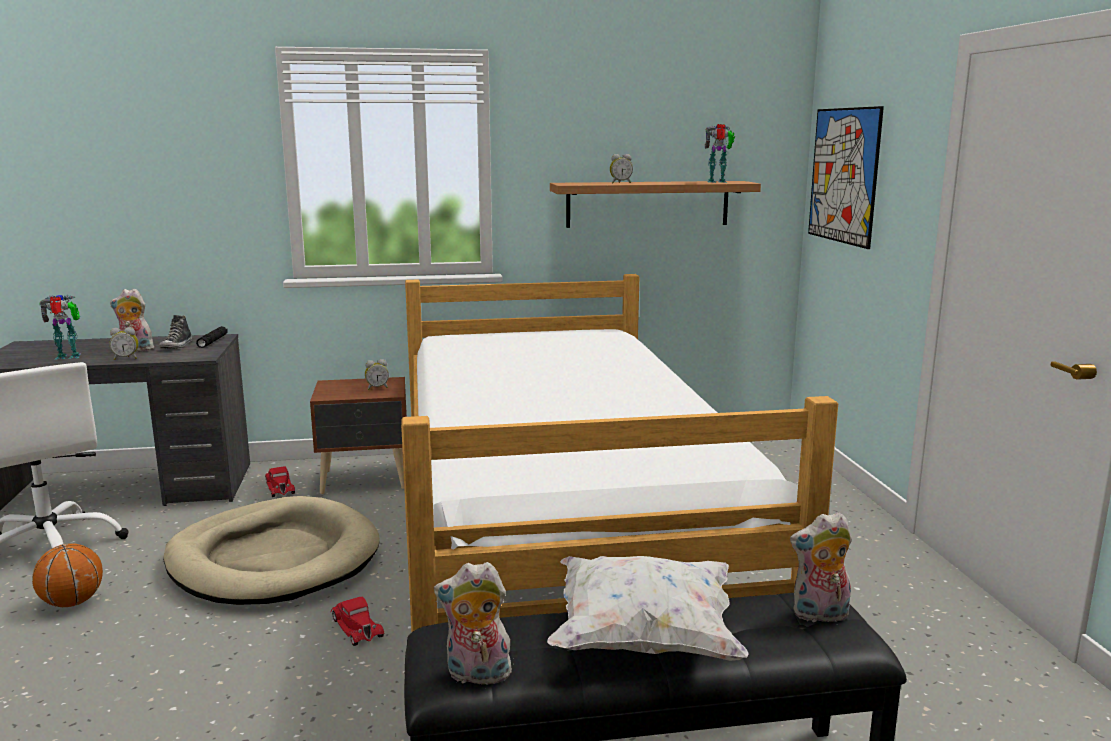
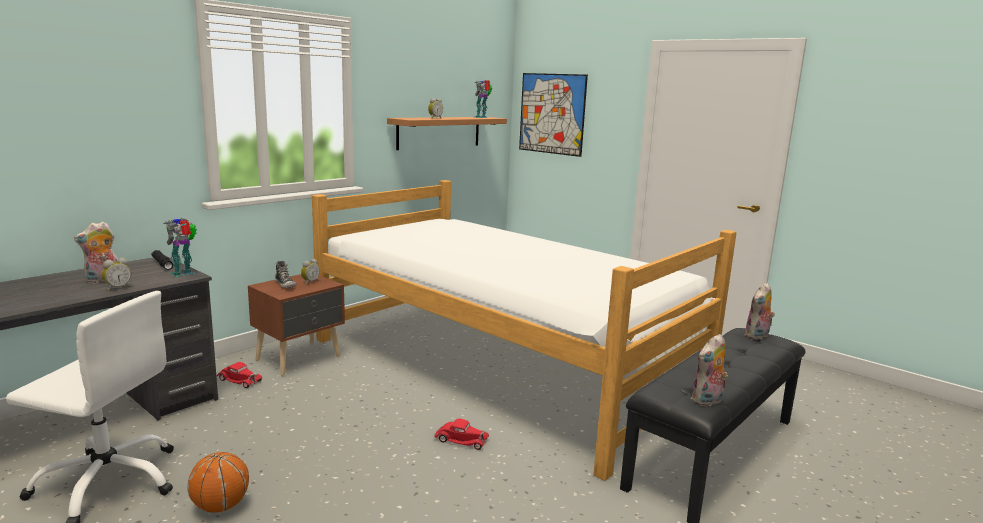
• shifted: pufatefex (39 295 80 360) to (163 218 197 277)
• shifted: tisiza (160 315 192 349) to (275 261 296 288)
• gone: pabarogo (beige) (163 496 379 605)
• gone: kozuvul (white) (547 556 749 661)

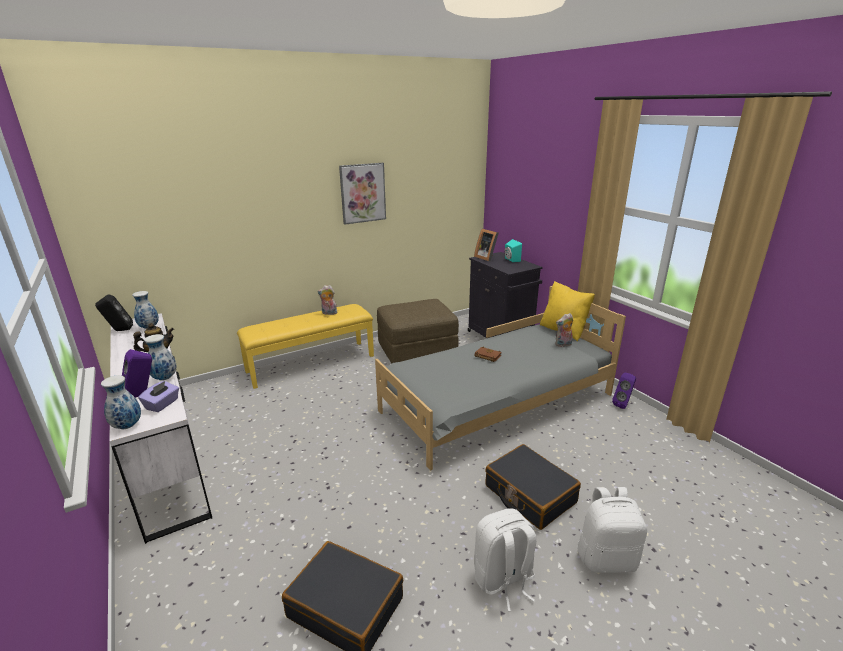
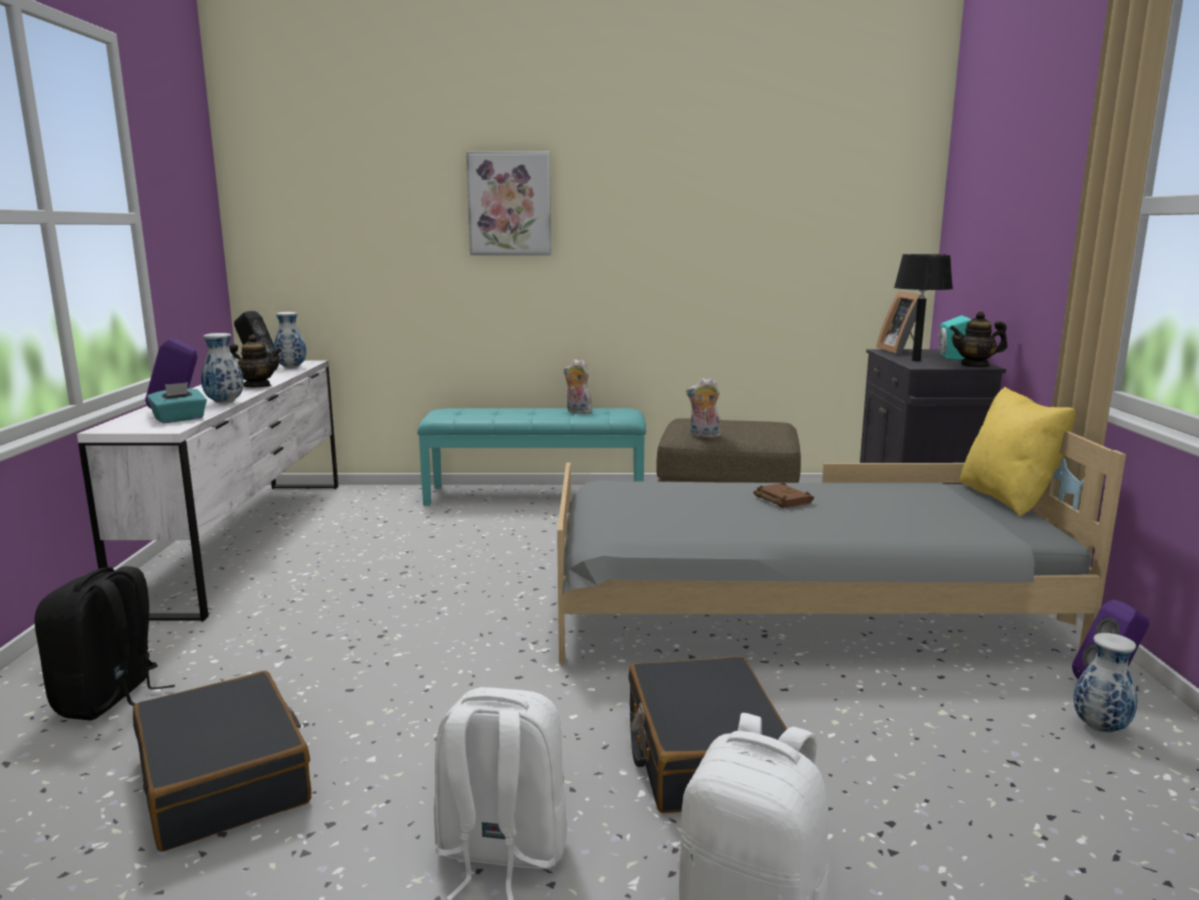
• shifted: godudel (101 375 141 429) to (1073 633 1137 733)
• repainted: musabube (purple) (138 381 179 412) to musabube (turquoise) (147 382 207 423)
• repainted: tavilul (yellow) (237 304 374 389) to tavilul (turquoise) (417 408 646 506)
• shifted: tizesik (339 163 386 225) to (466 151 551 255)
• shifted: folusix (555 313 573 347) to (686 378 721 438)
• new: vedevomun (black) (34 566 175 720)
• new: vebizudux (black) (894 254 953 361)
• new: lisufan (950 312 1007 368)

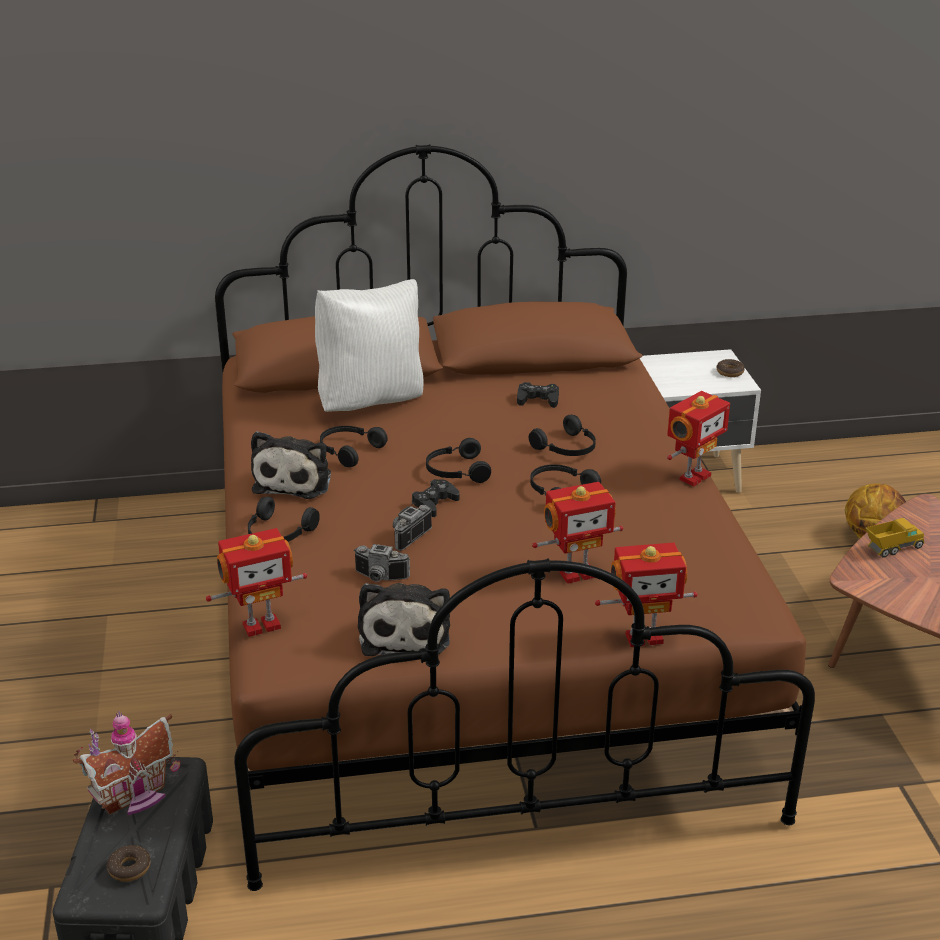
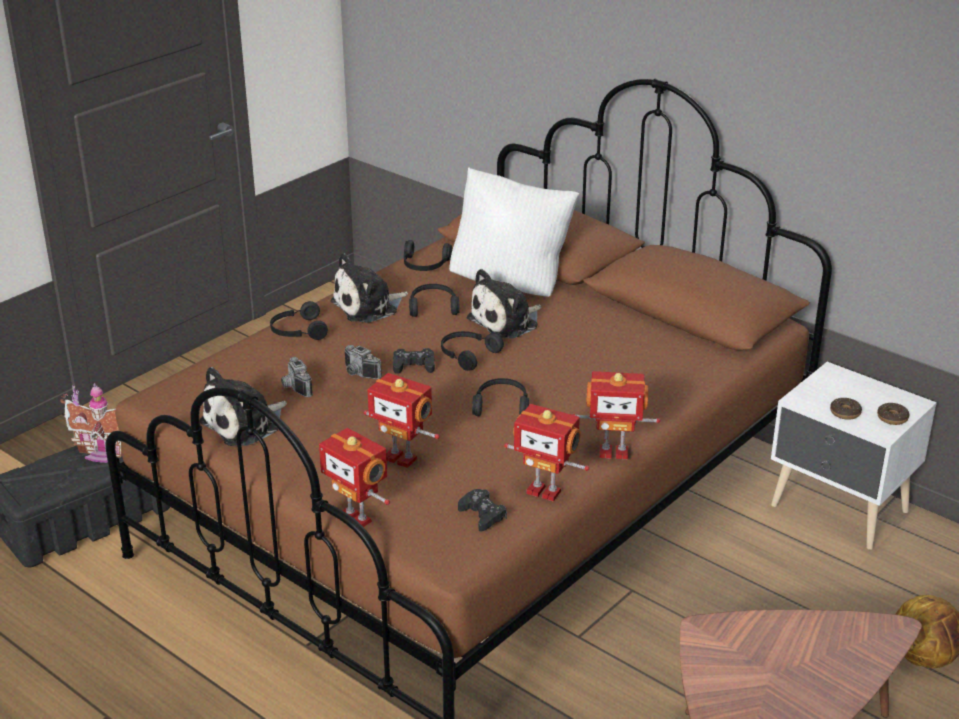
• shifted: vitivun (107 845 150 882) to (830 398 862 420)
• shifted: pufatefex (206 528 307 637) to (504 404 590 502)
• rotated: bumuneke (393 505 432 551) = (345 345 382 379) 135 degrees counterclockwise
• shifted: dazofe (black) (517 382 559 408) to (458 489 507 532)
• shifted: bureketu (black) (529 415 596 456) to (404 240 452 271)
• gone: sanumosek (866 518 924 558)
• new: folusix (467 269 542 339)

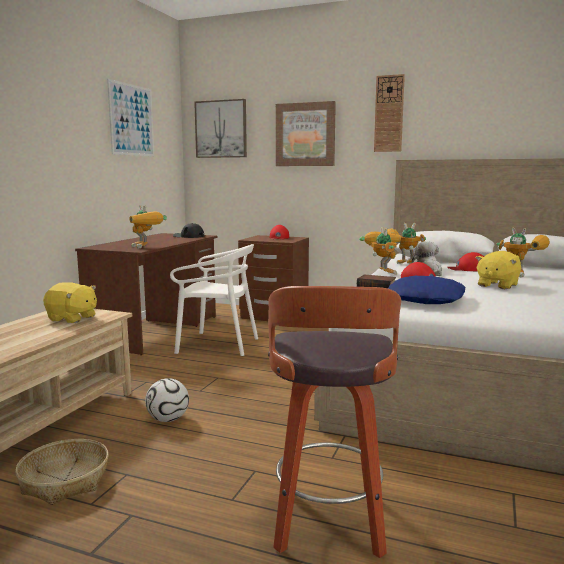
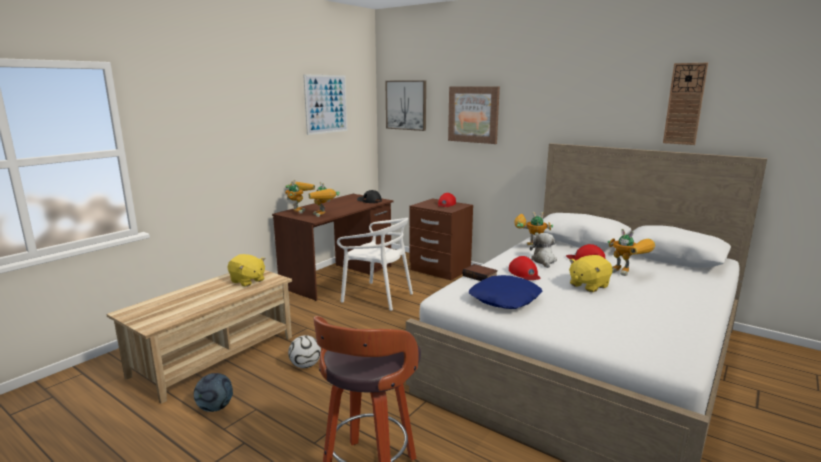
• swapped: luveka (15 439 109 505) to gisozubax (194 373 233 412)
• shifted: pufatefex (360 227 401 275) to (285 180 315 214)
• shifted: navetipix (374 74 405 152) to (663 63 708 145)

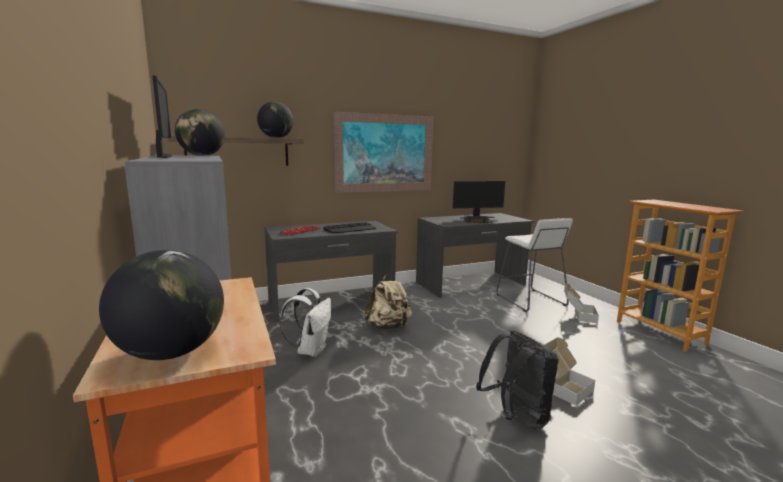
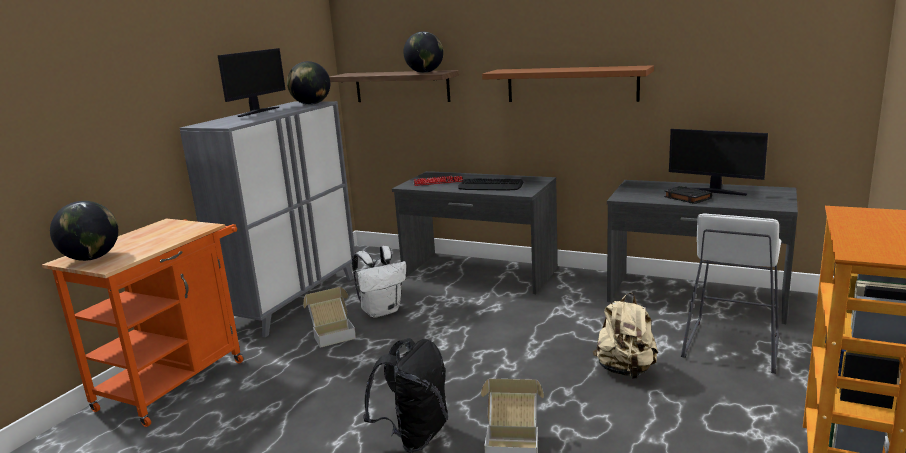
• swapped: tizesik (334 112 433 193) to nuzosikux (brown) (482 65 654 102)
• shifted: vedevomun (beige) (365 274 412 329) to (593 293 658 379)
• shifted: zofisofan (564 283 599 323) to (303 287 356 348)

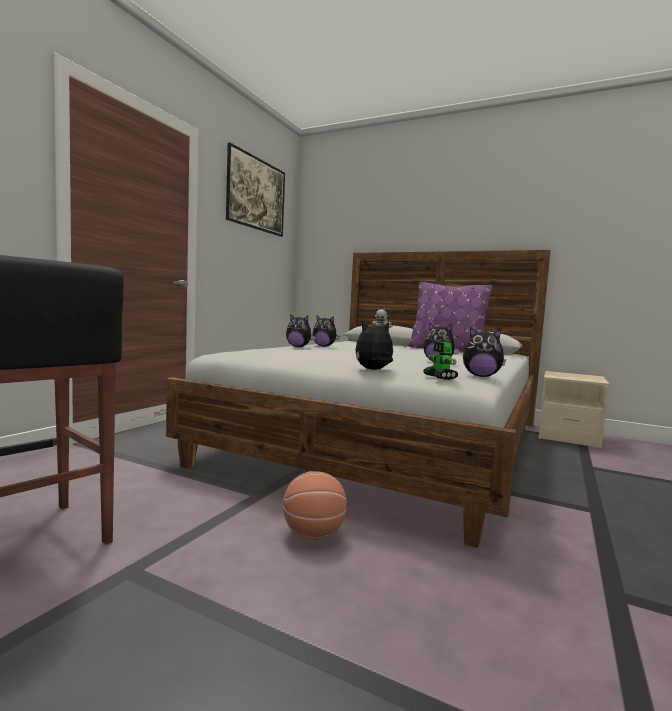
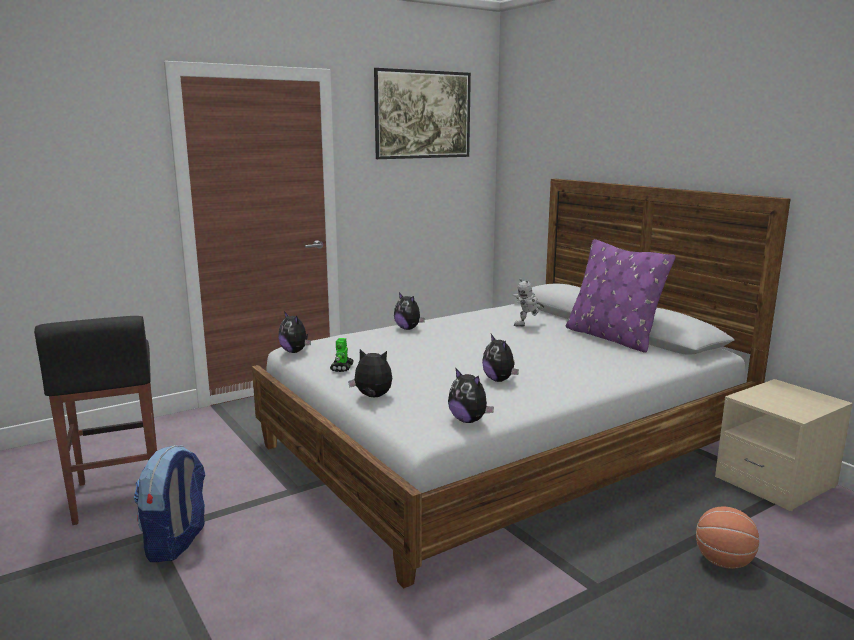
• shifted: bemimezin (283 471 347 539) to (696 506 759 569)
• shifted: folusix (313 316 340 347) to (278 311 311 353)
• shifted: pufatefex (423 342 458 380) to (330 338 353 372)
• new: vedevomun (133 445 205 562)

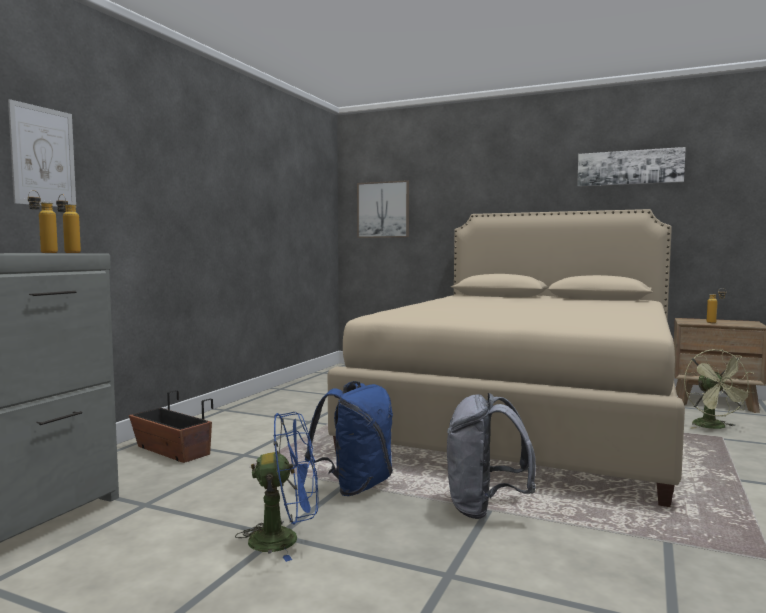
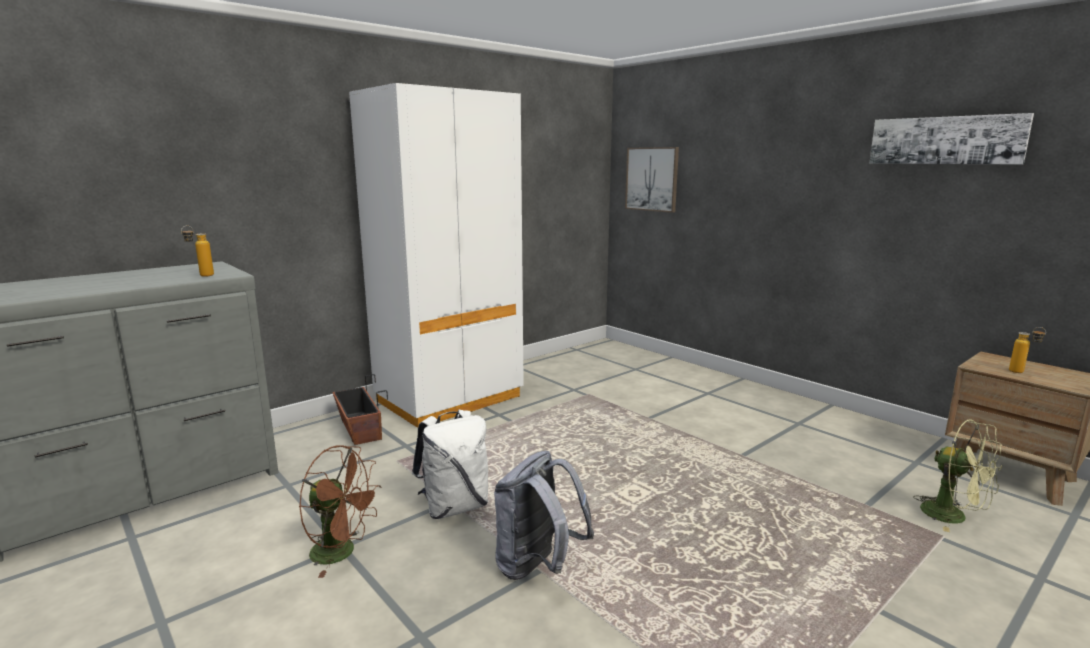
• gone: tizesik (8 99 76 207)
• gone: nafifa (56 194 81 253)
• repainted: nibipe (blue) (235 412 319 562) to nibipe (brown) (299 445 382 578)
• repainted: vedevomun (blue) (305 381 393 496) to vedevomun (white) (412 410 489 519)
• gone: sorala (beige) (328 209 685 507)
• rotated: nibipe (green) (684 349 755 429) = (913 420 1002 532) 60 degrees counterclockwise
• new: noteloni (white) (349 83 524 428)

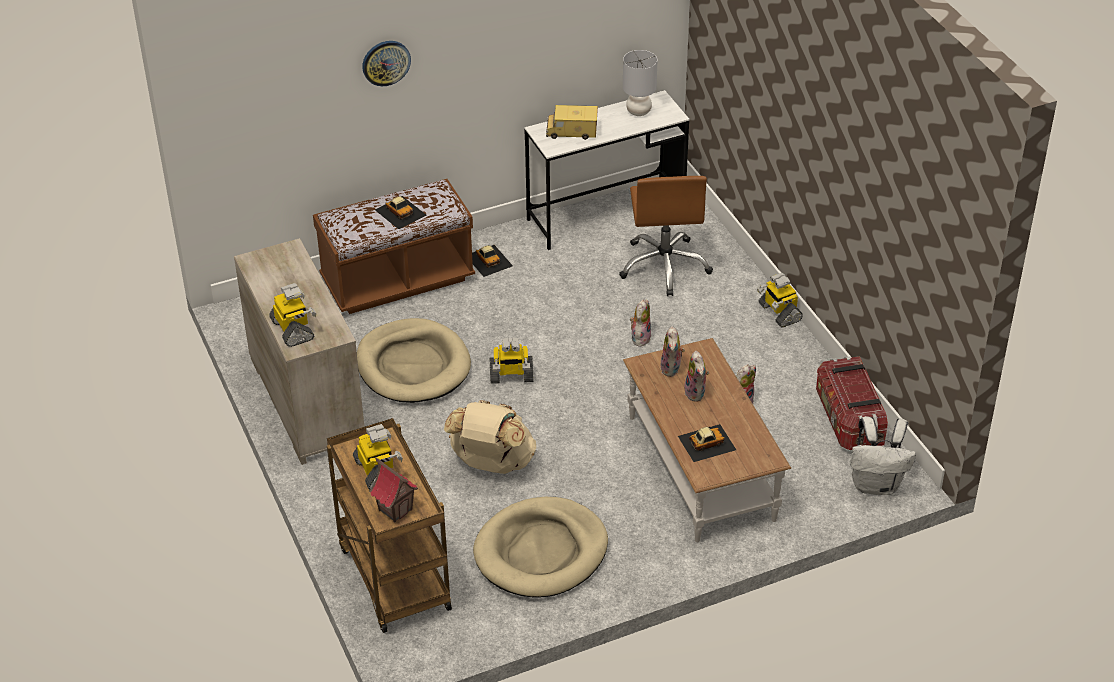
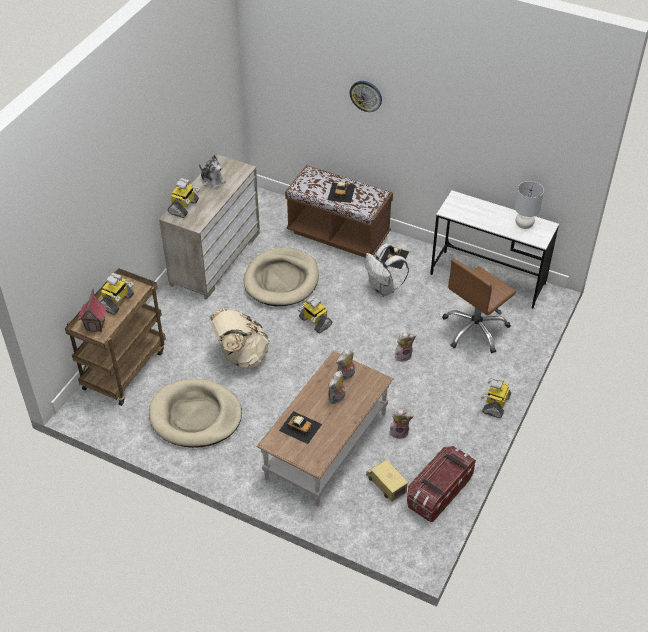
• shifted: sanumosek (546 105 598 140) to (366 460 409 502)
• shifted: vedevomun (white) (850 416 916 495) to (365 244 409 297)
• new: folusix (199 155 226 189)

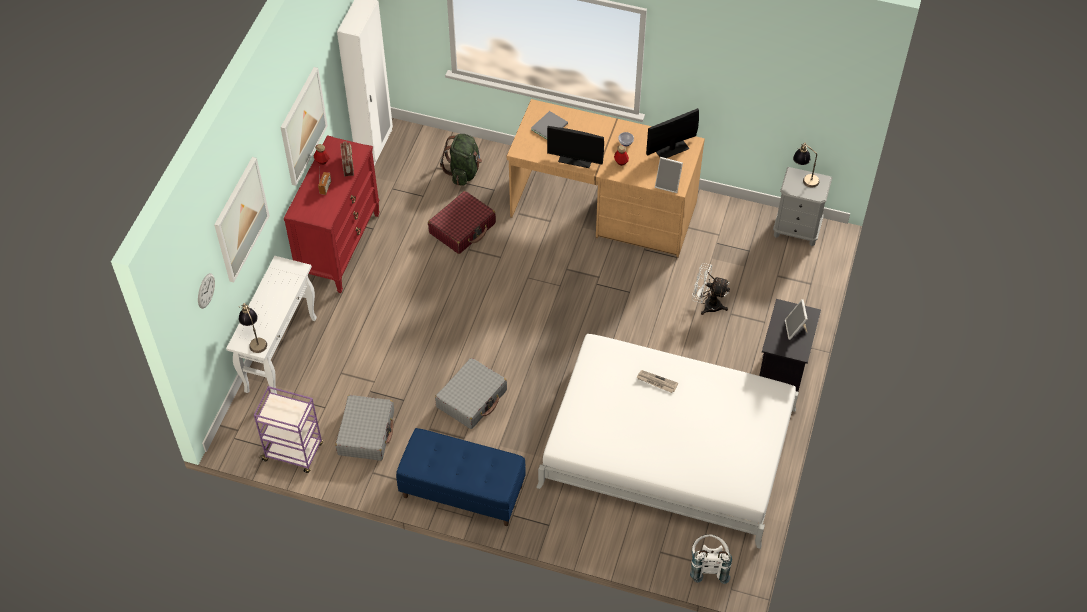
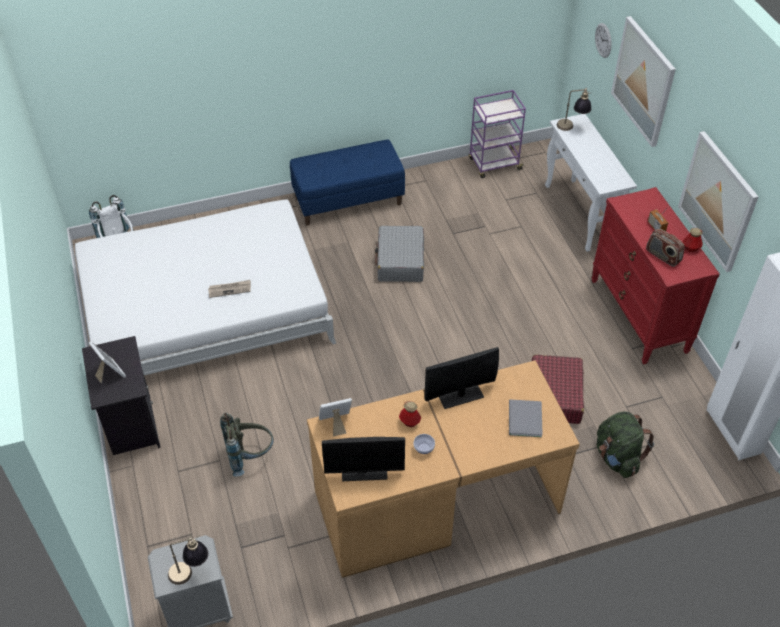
• gone: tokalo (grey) (335 395 394 461)
• rotated: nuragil (646 108 699 158) = (322 437 405 481) 60 degrees clockwise
• swapped: nibipe (white) (692 263 730 315) to vedevomun (grey) (220 413 274 477)

